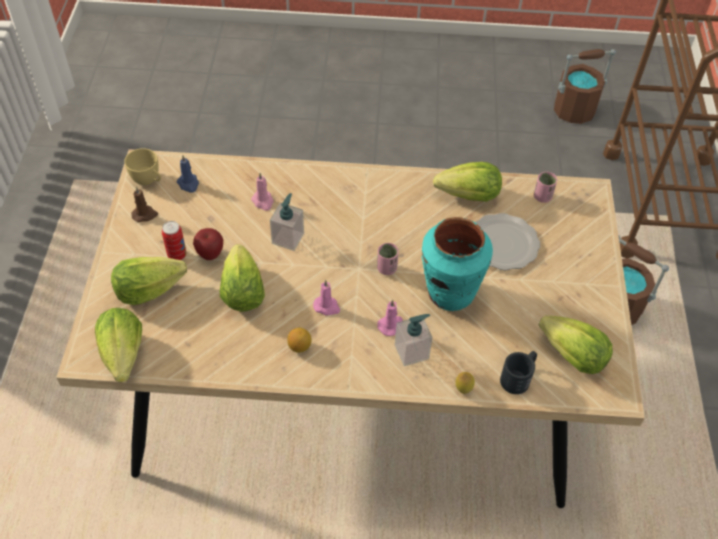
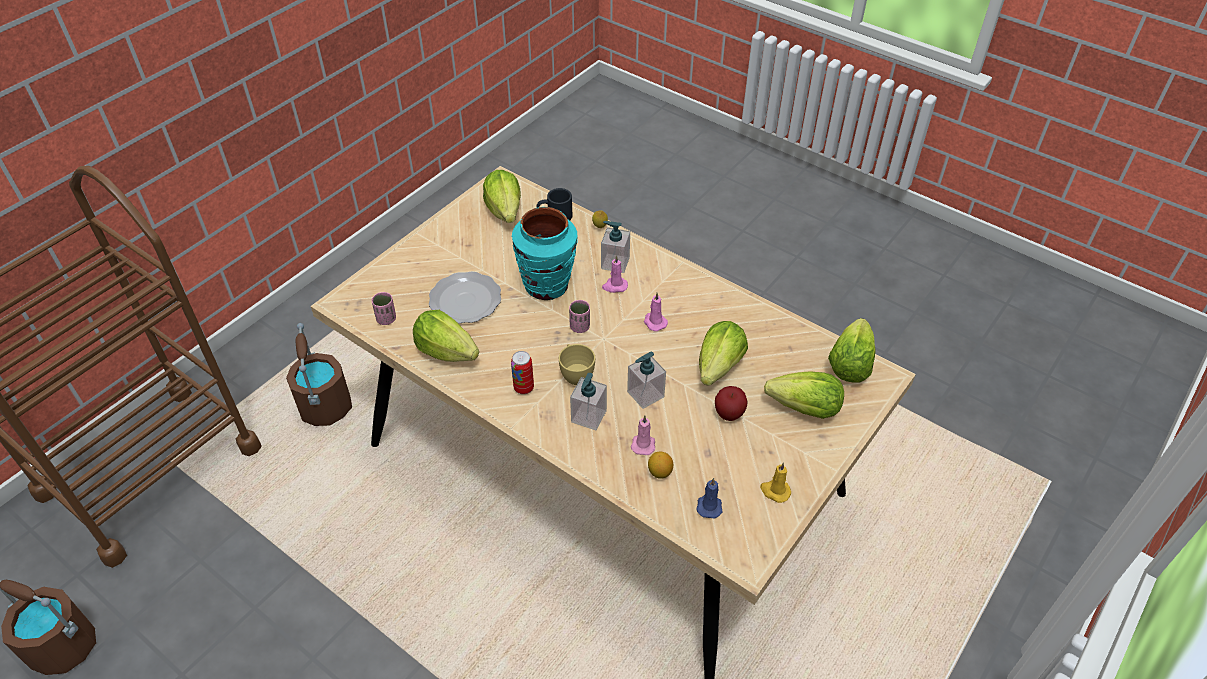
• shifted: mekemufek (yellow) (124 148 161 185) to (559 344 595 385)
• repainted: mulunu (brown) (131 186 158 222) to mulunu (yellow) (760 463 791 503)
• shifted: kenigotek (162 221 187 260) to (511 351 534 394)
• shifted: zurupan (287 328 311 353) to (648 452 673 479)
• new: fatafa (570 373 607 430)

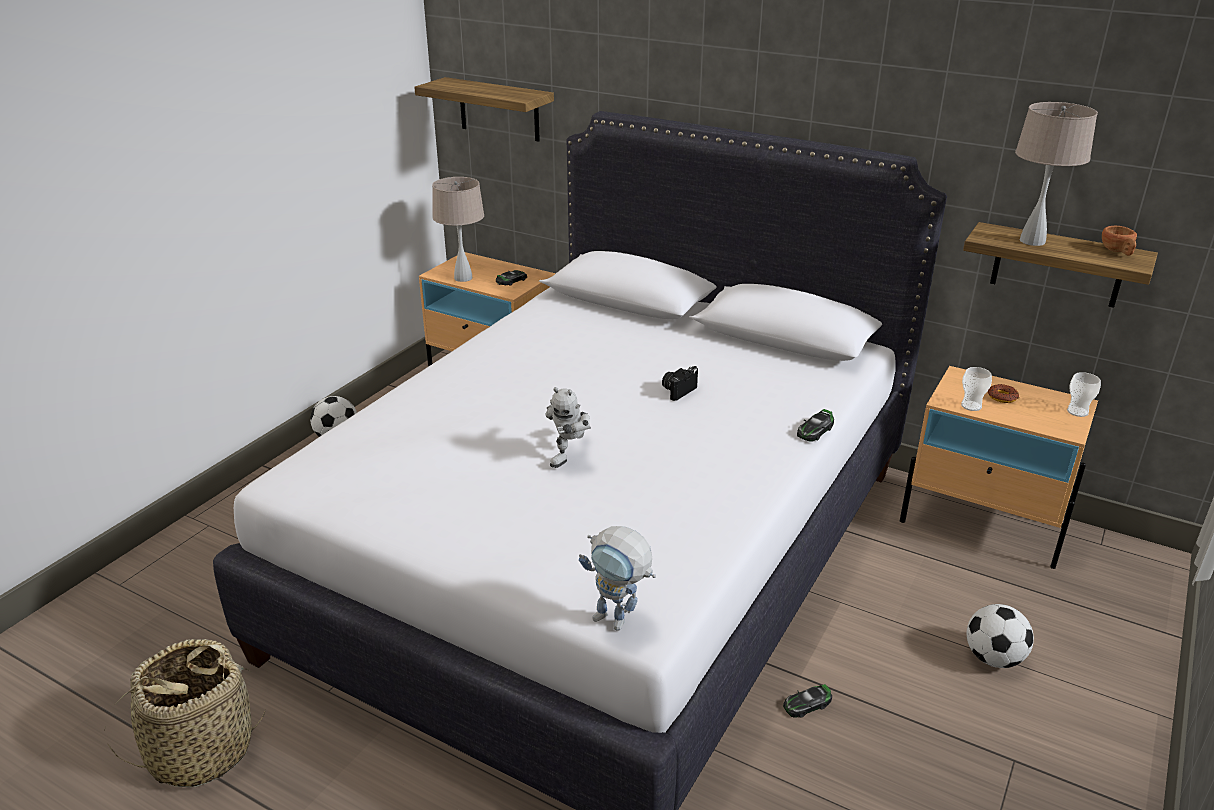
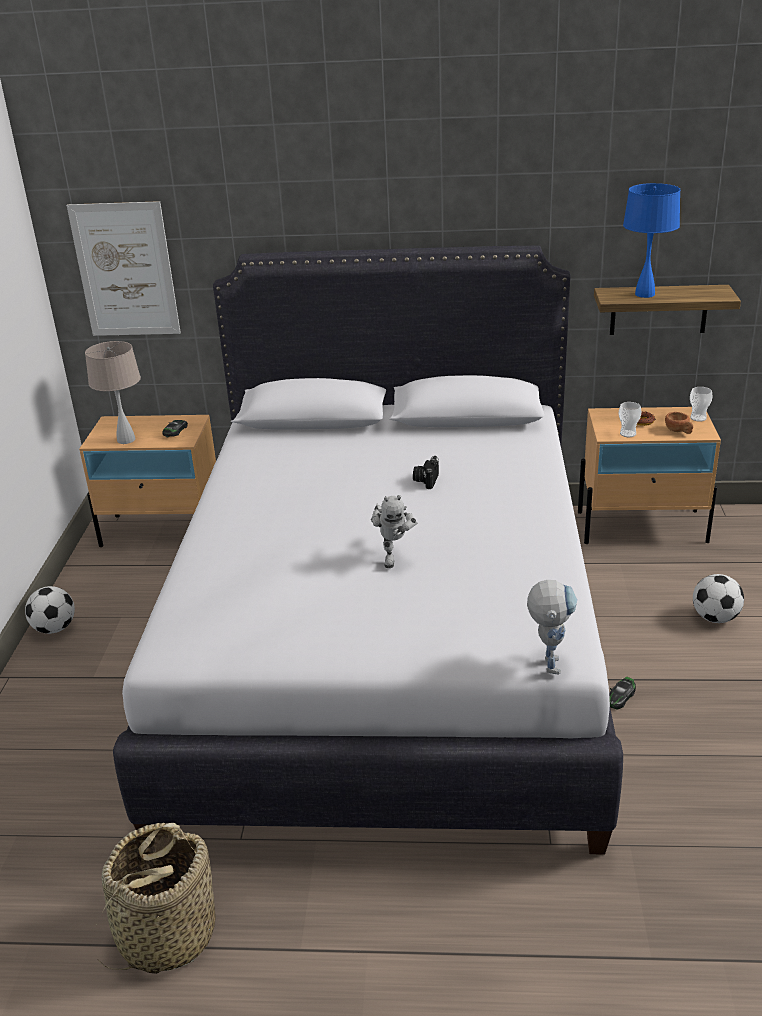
• swapped: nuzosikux (414 77 554 142) to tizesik (67 201 181 336)
• rotated: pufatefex (579 526 656 631) = (527 580 577 675) 90 degrees counterclockwise
• gone: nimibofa (797 409 834 442)
• repainted: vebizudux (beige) (1015 102 1098 246) to vebizudux (blue) (623 183 681 298)
• shifted: mekemufek (brown) (1102 226 1137 256) to (665 412 693 434)

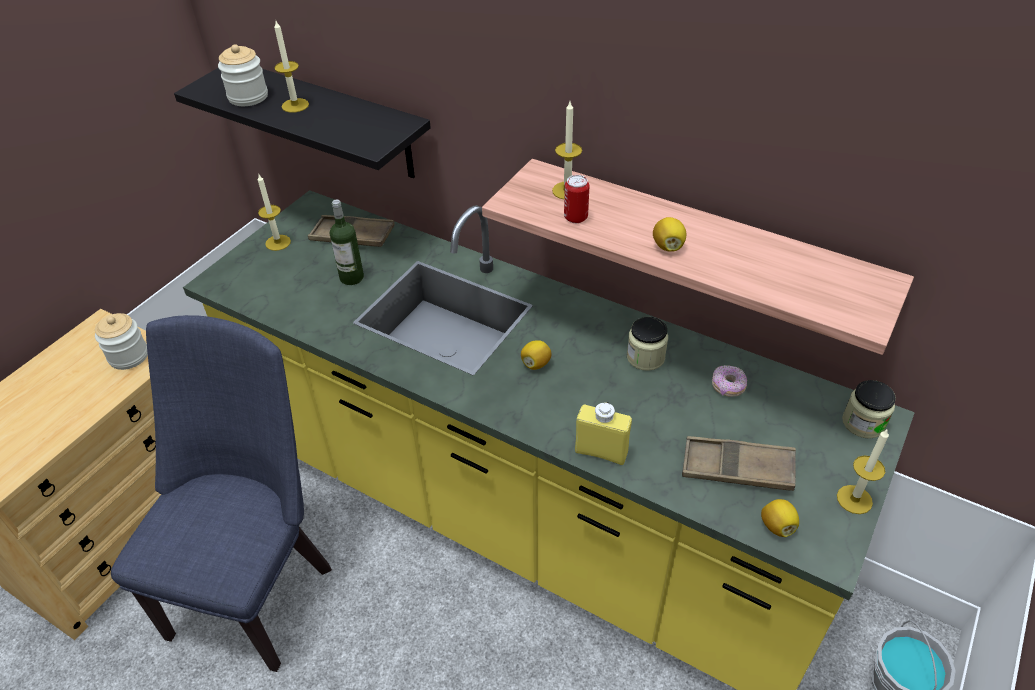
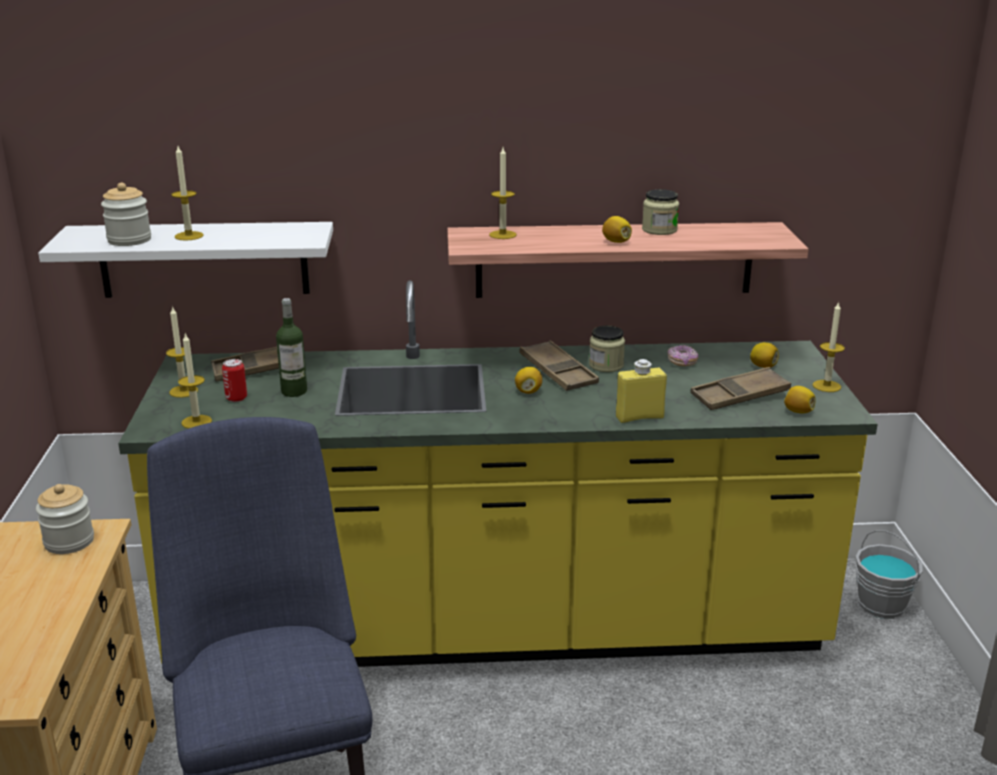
• repainted: nuzosikux (black) (174 68 431 178) to nuzosikux (white) (38 222 333 298)
• shifted: kenigotek (564 175 590 223) to (222 359 247 402)
• shifted: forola (842 380 896 439) to (642 189 679 235)
• new: mulunu (178 334 212 429)
• new: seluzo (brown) (519 340 599 391)
• new: zurupan (750 342 779 368)

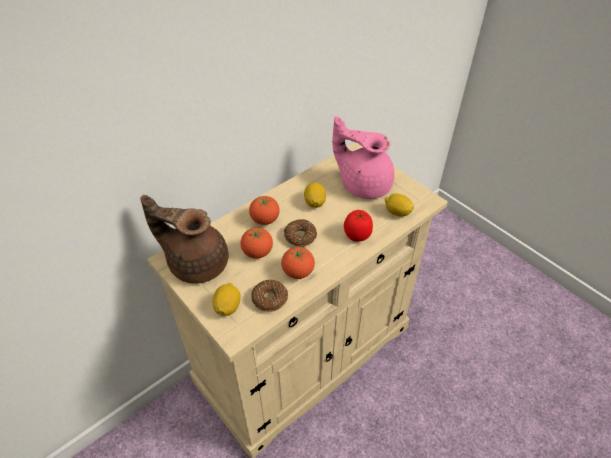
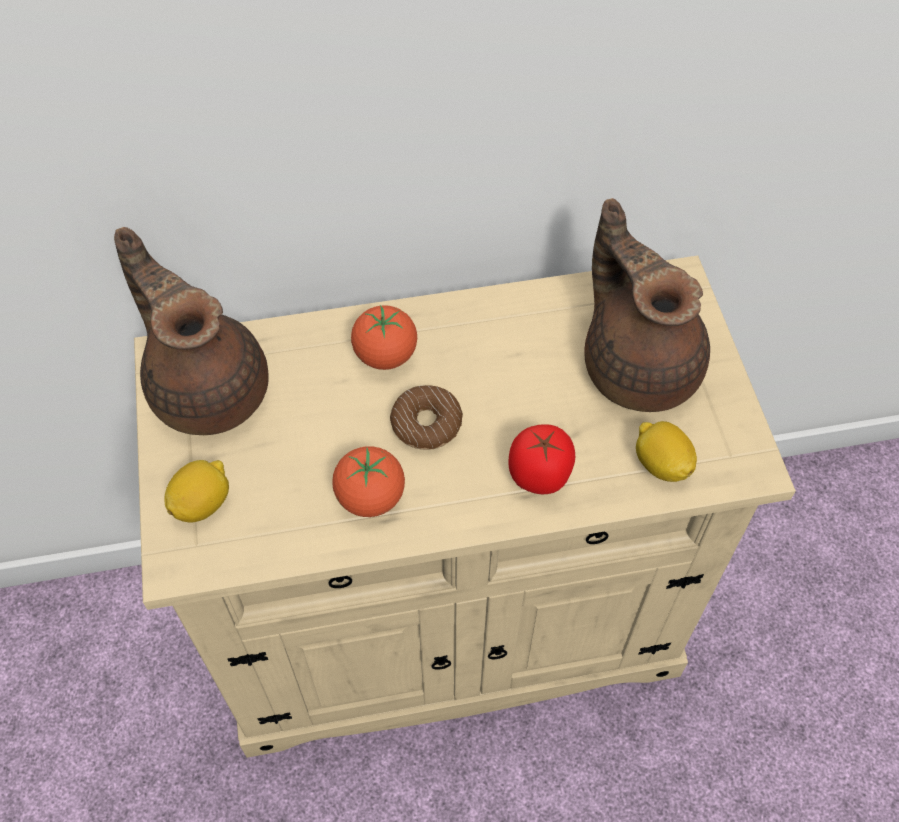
• gone: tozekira (241 227 273 258)
• gone: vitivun (251 280 288 312)
• gone: zurupan (304 182 326 208)
• repainted: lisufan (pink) (332 116 395 199) to lisufan (brown) (584 198 710 412)

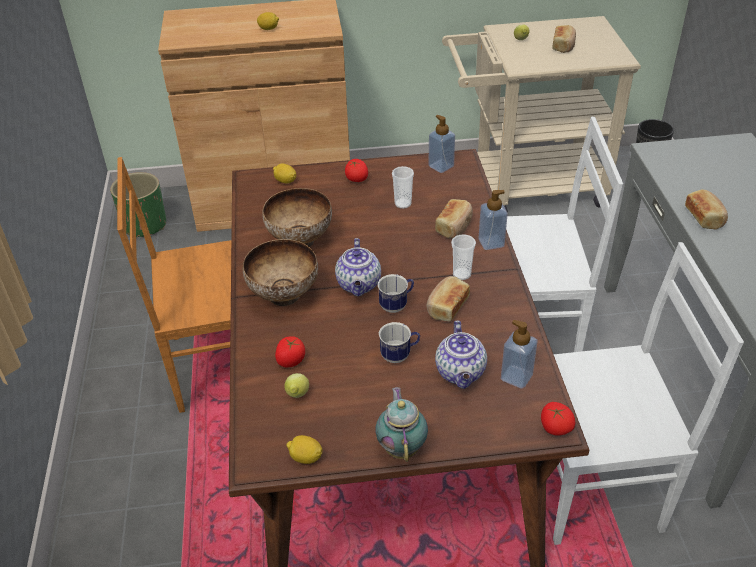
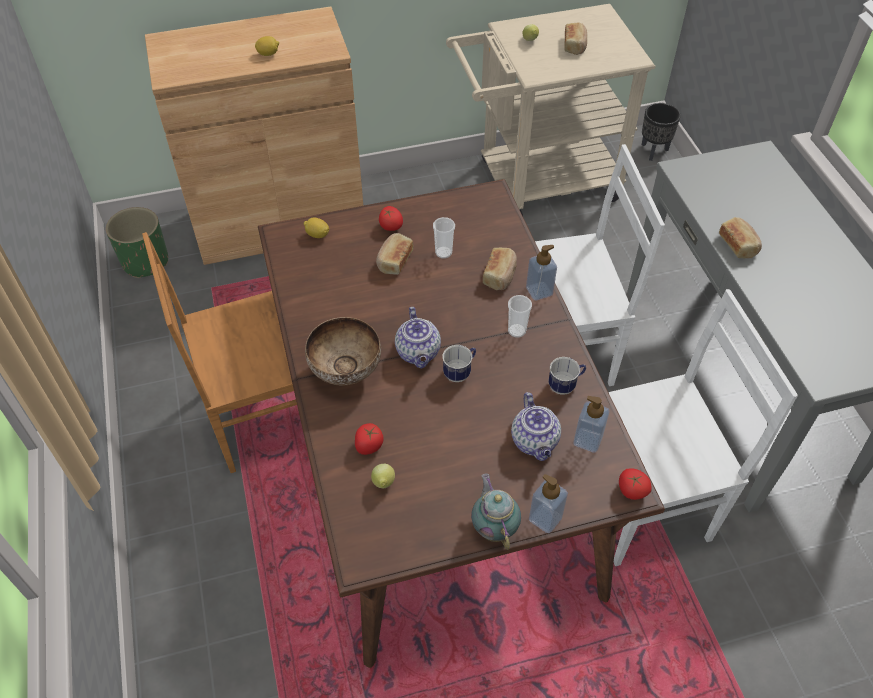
• gone: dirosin (262 188 332 247)
• gone: zurupan (286 435 322 464)
• shifted: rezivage (379 322 420 363) to (548 357 586 395)
• shifted: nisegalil (427 276 470 322) to (376 233 413 275)
• shifted: fatafa (428 115 455 173) to (529 474 568 533)

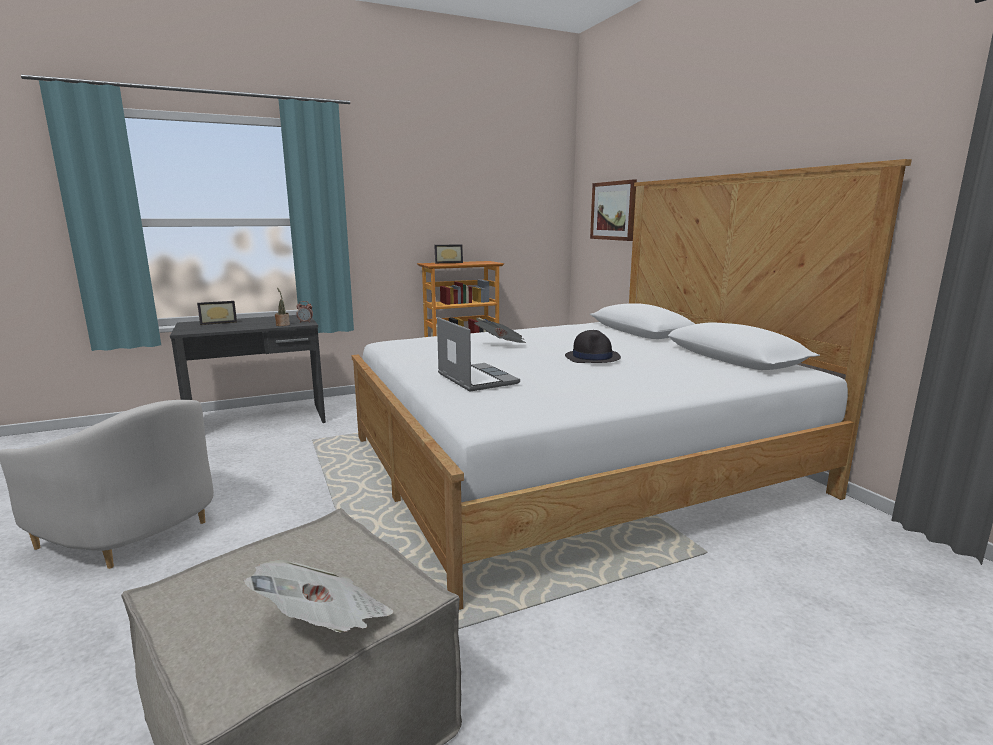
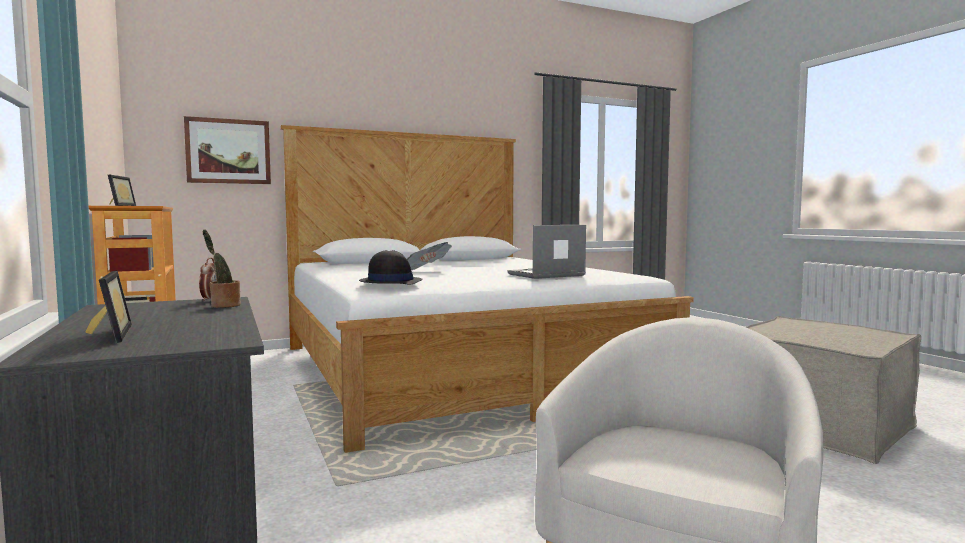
• gone: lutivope (243 560 393 633)
• shifted: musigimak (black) (565 330 621 363) to (359 250 423 285)

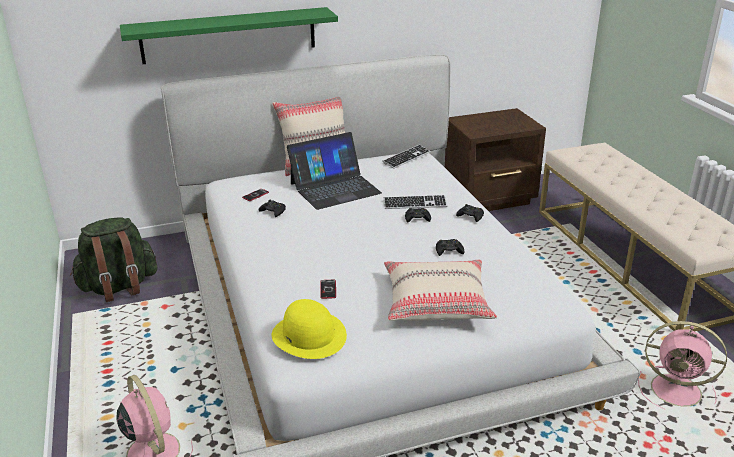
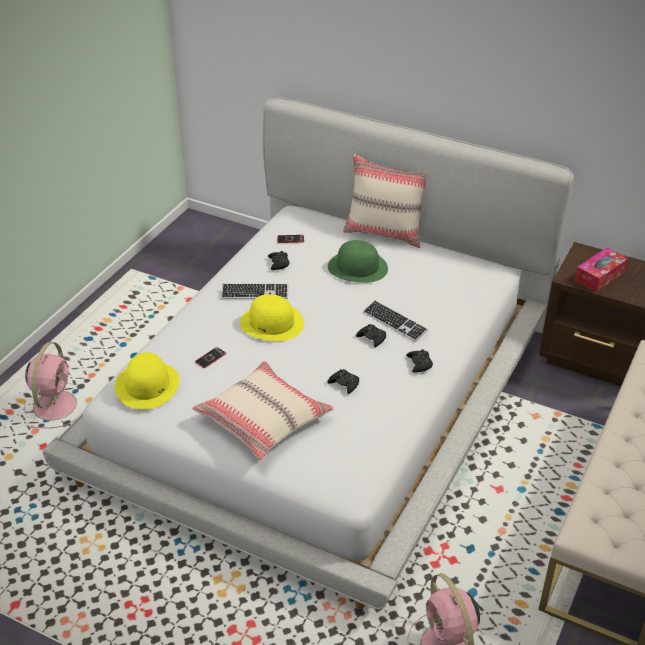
• gone: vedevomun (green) (70 217 157 302)
• gone: nuzosikux (green) (120 7 338 64)
• swapped: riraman (287 132 382 210) to musigimak (green) (328 240 388 283)
• shifted: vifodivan (382 145 431 168) to (221 283 288 299)
• new: musigimak (yellow) (240 294 304 341)
• new: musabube (575 248 628 292)

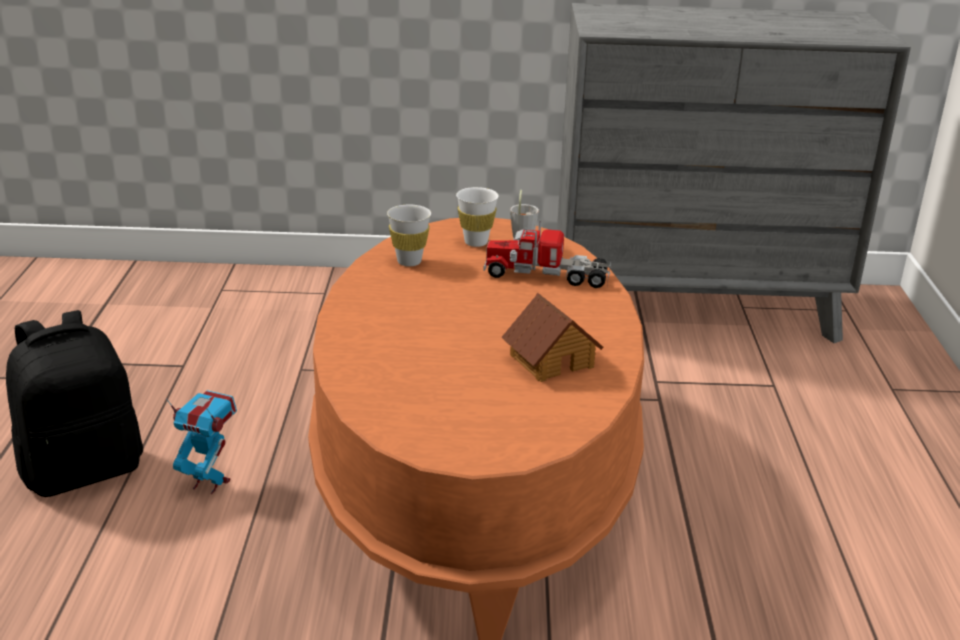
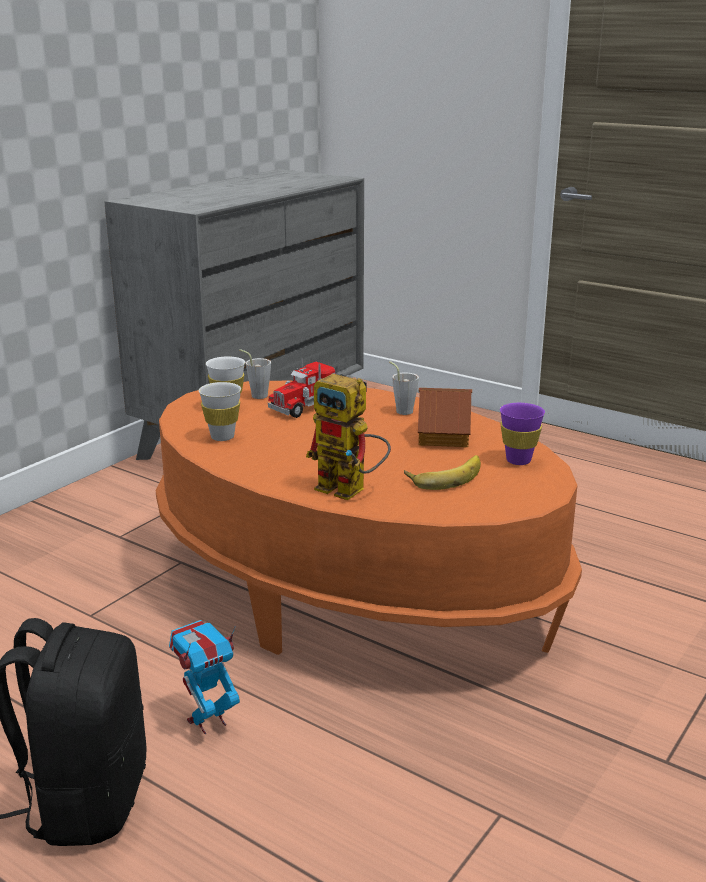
• new: pufatefex (306 374 391 500)
• new: mekemufek (grey) (389 361 419 415)
• new: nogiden (404 455 481 490)
• new: mekemufek (purple) (500 403 545 465)

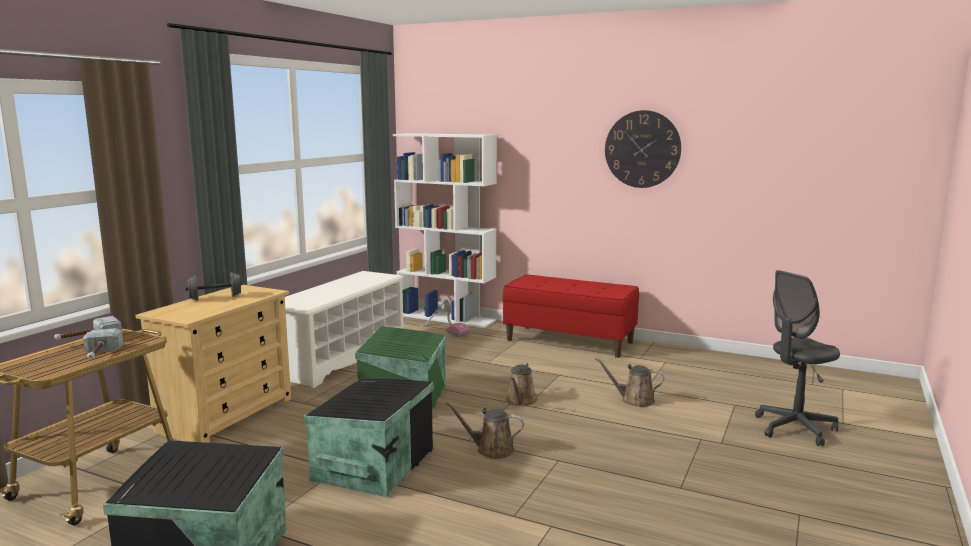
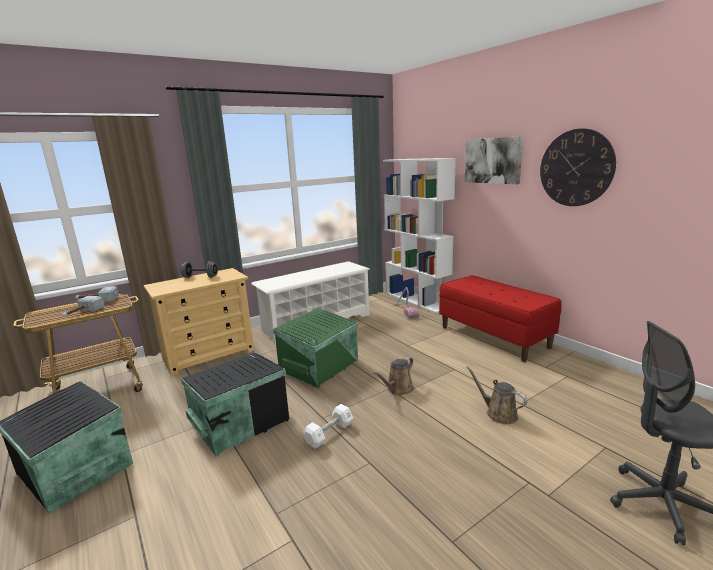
• swapped: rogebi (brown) (445 401 524 459) to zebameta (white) (303 404 353 449)
• new: tizesik (465 136 523 184)

